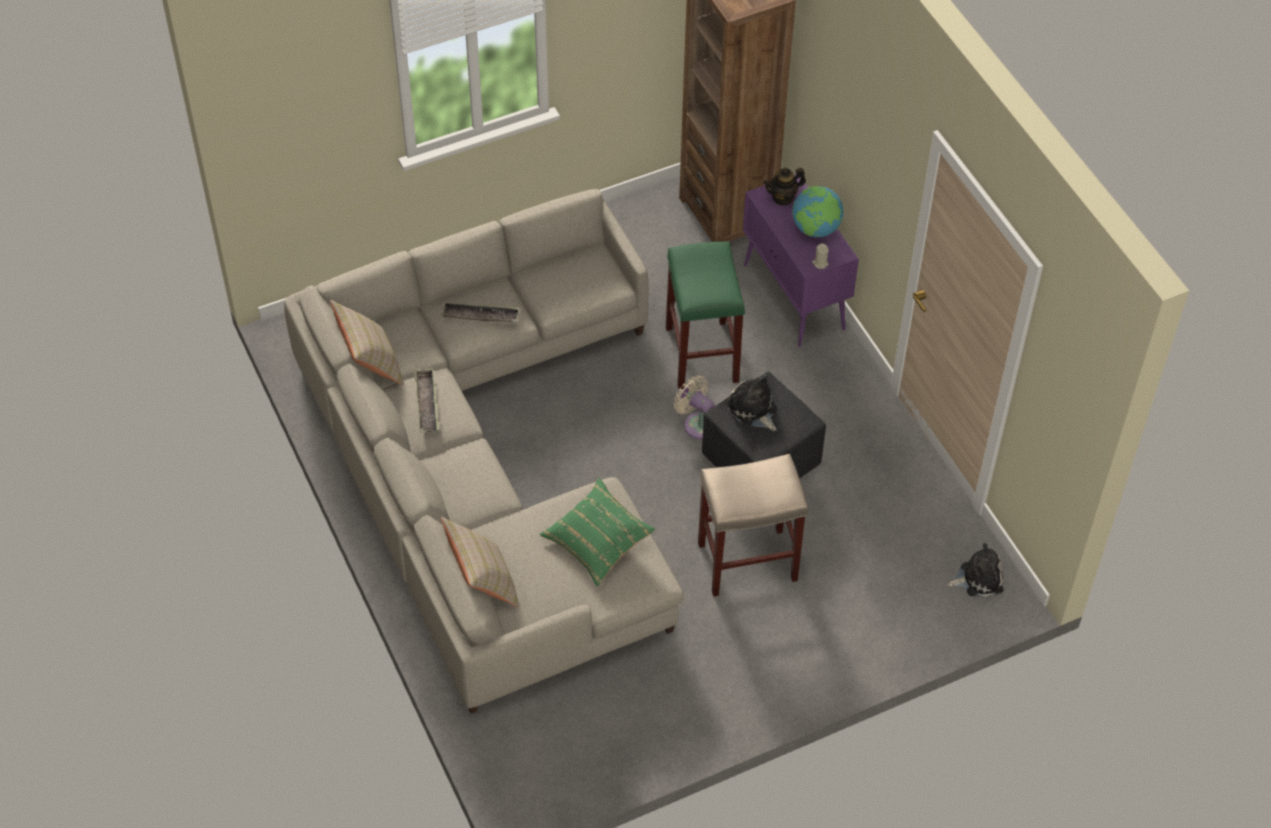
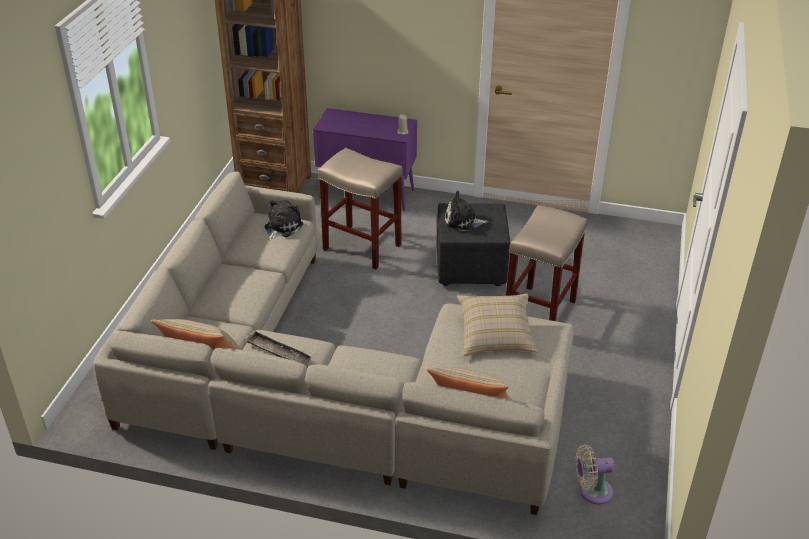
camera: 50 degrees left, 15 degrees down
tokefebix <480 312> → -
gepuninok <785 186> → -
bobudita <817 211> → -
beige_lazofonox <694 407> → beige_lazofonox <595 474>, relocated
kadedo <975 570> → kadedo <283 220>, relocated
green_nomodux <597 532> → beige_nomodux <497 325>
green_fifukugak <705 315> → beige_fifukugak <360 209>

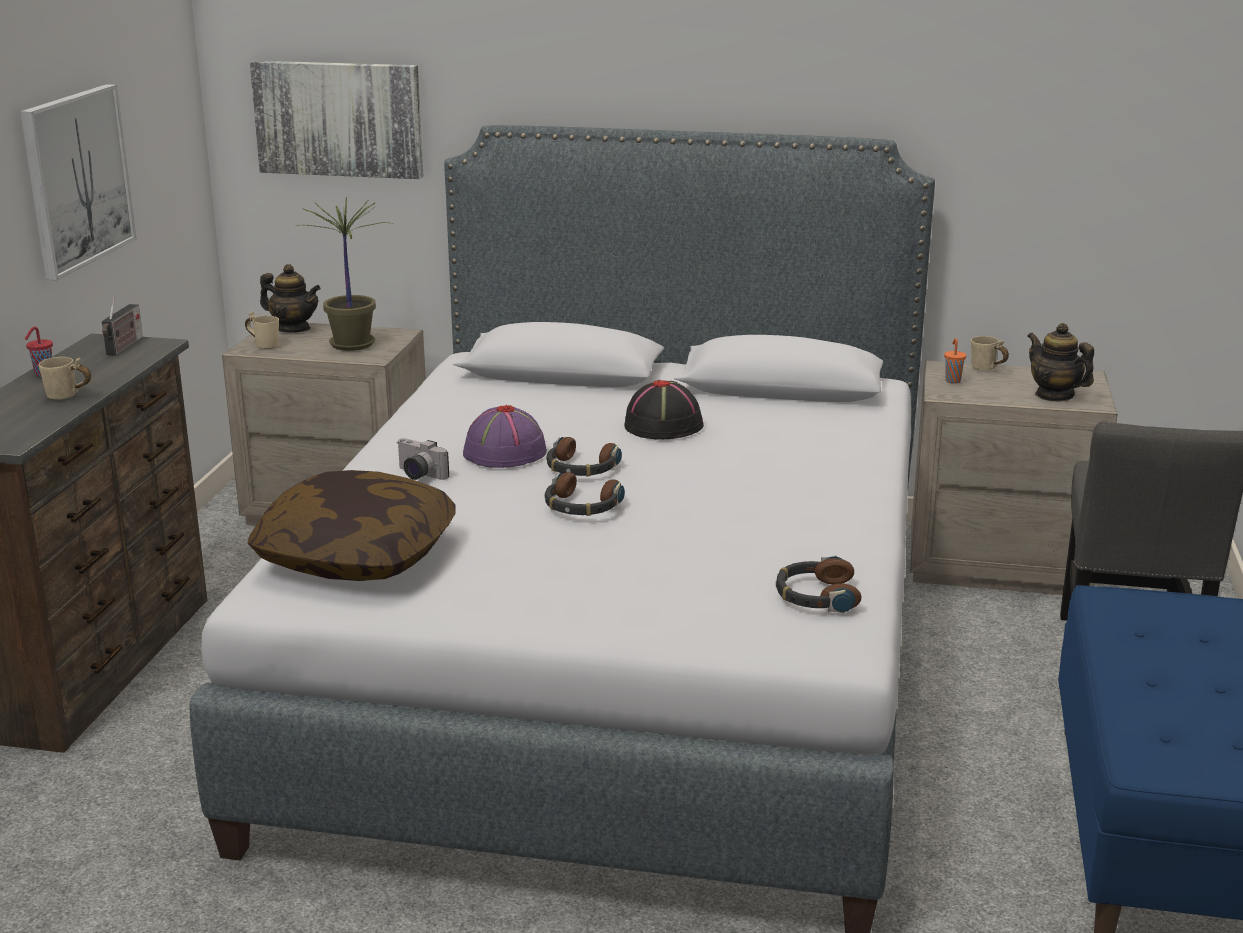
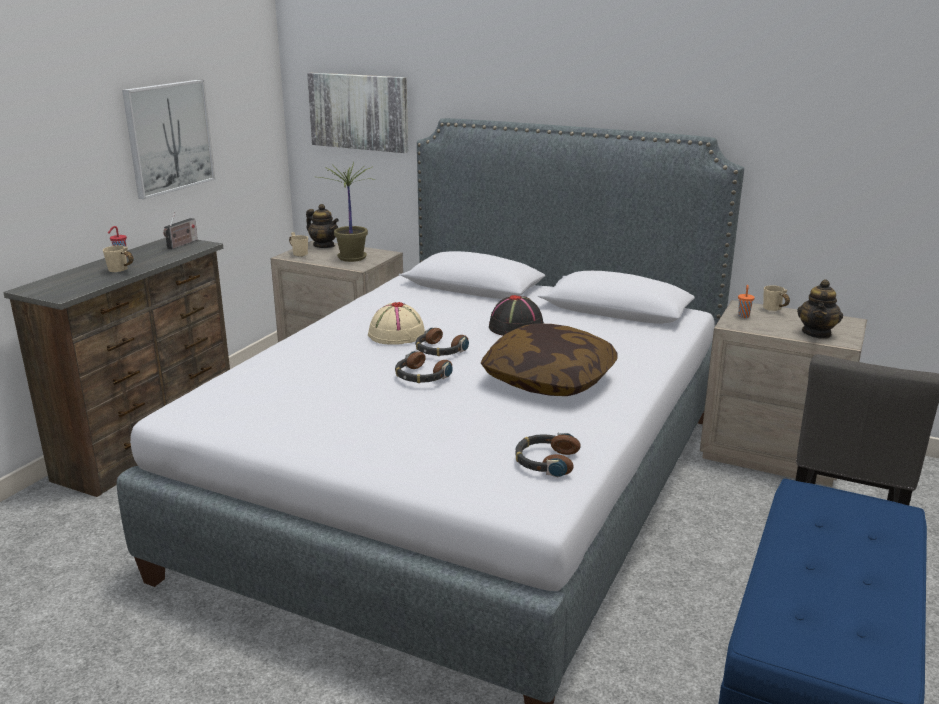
camera: 15 degrees right, 0 degrees up
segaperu <423 459> → -
nomodux <352 525> → nomodux <549 359>, relocated
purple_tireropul <505 436> → beige_tireropul <396 323>
gepuninok <1060 362> → gepuninok <820 309>, 135 degrees counterclockwise

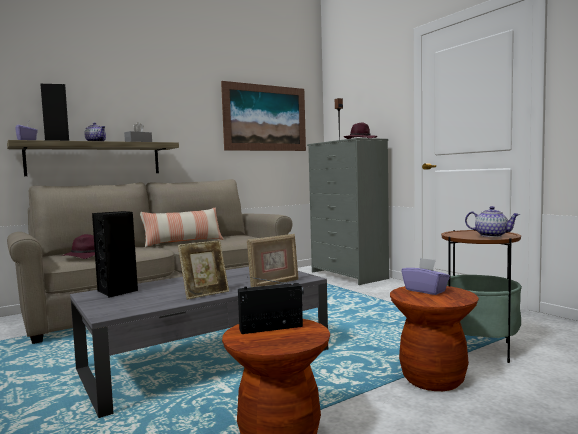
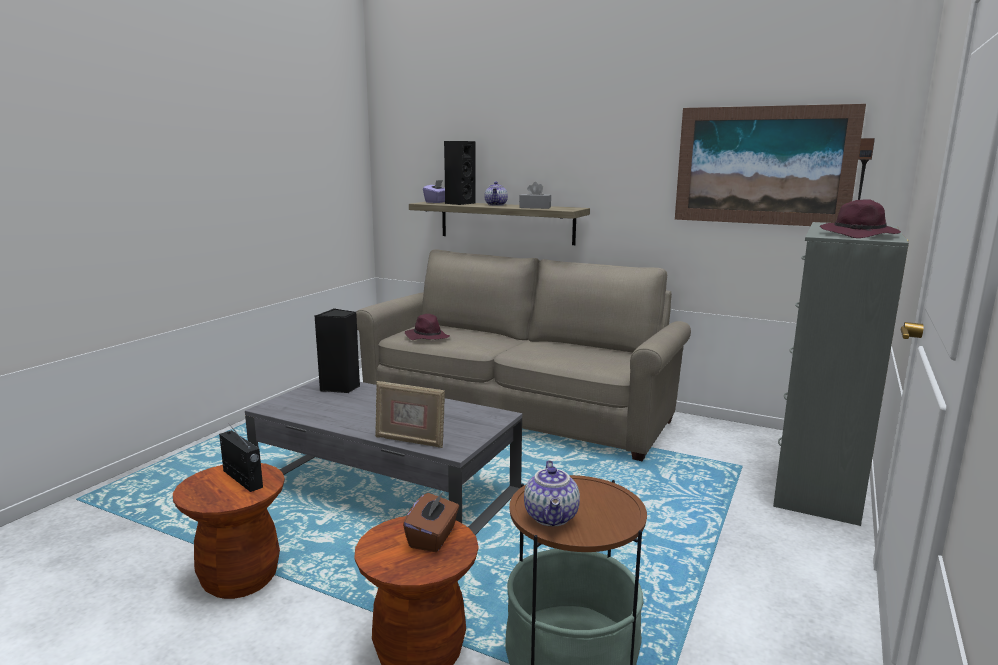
camera: 60 degrees right, 10 degrees up
nomodux <181 227> → -
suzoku <203 270> → -
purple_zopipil <425 276> → brown_zopipil <431 522>

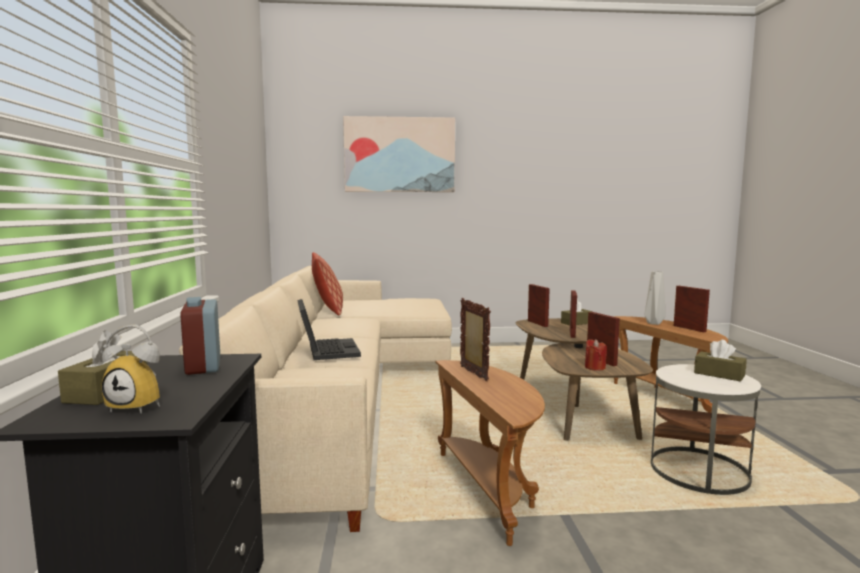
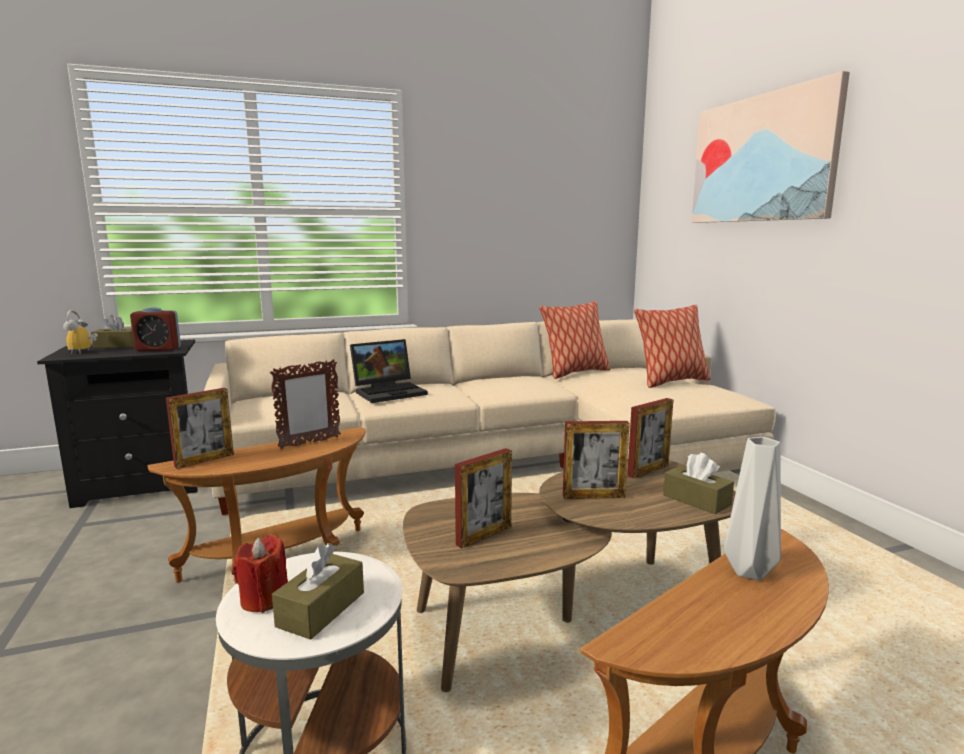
camera: 75 degrees right, 5 degrees up
- → nomodux <672 346>
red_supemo <596 355> → red_supemo <260 574>, relocated
suzoku <692 309> → suzoku <200 428>, relocated
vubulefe <200 336> → vubulefe <155 329>, 150 degrees counterclockwise

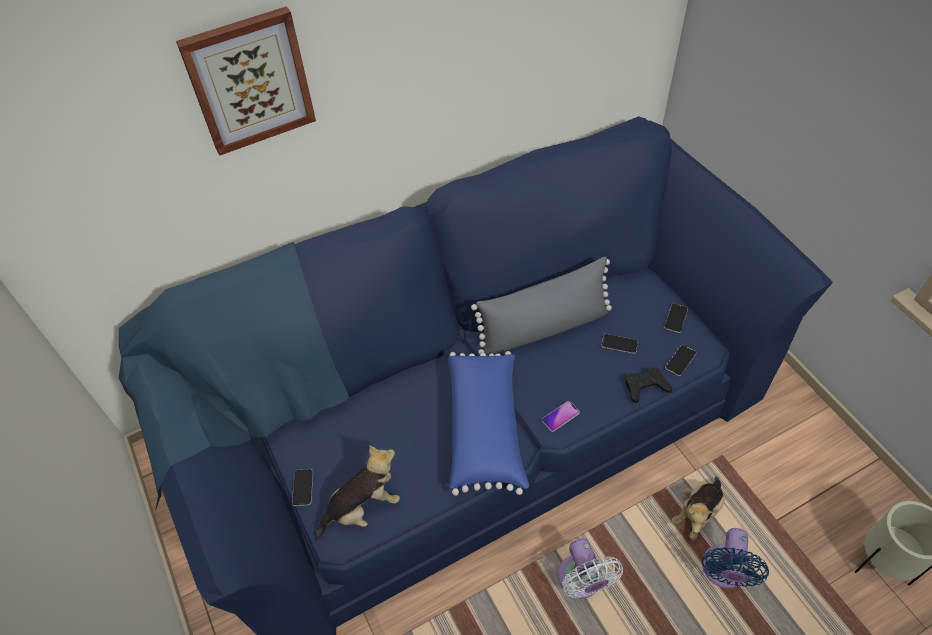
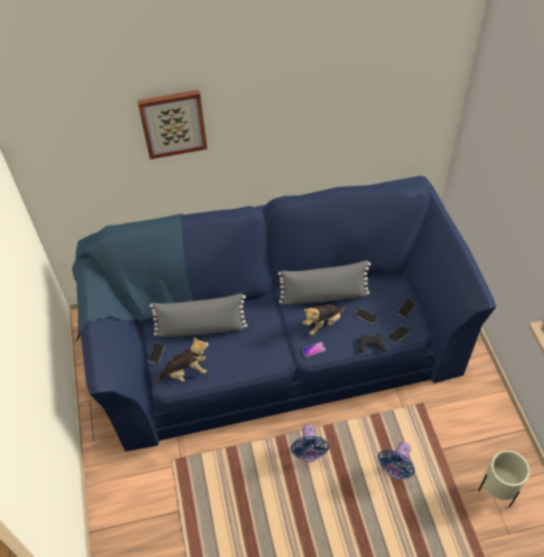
camera: 15 degrees right, 0 degrees up
blue_nomodux <488 423> → -
- → grey_nomodux <198 315>
kadedo <698 508> → kadedo <324 320>, relocated
white_lazofonox <590 568> → blue_lazofonox <309 443>

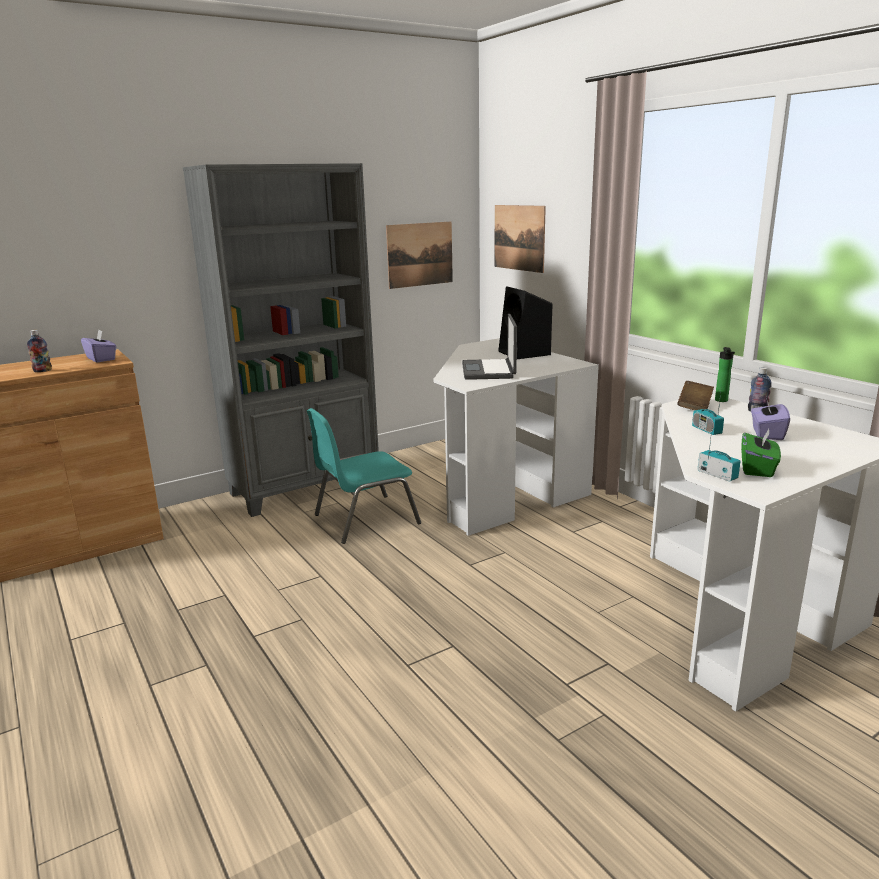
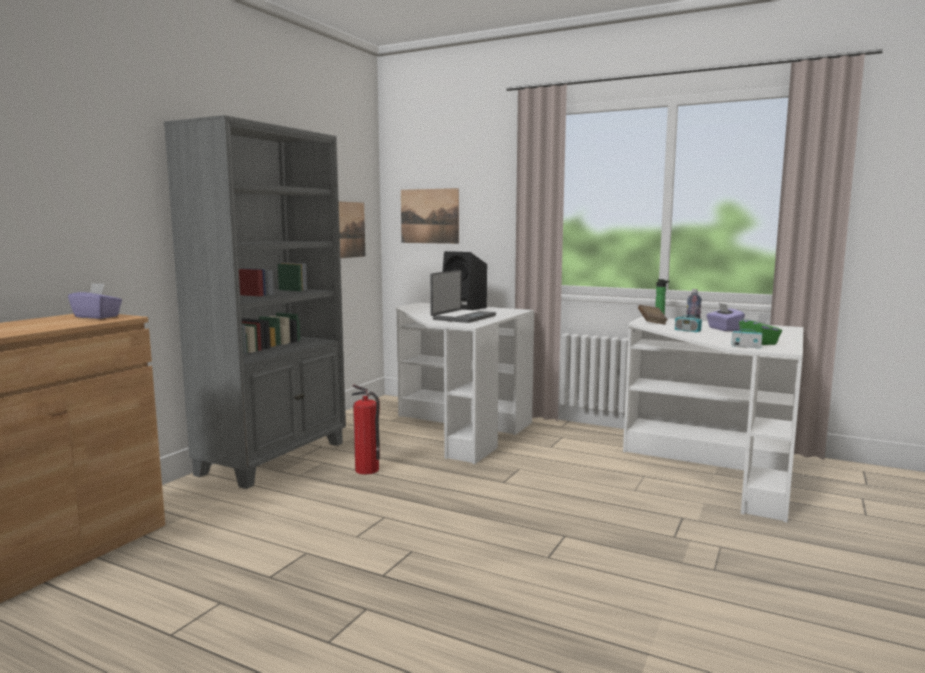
camera: 30 degrees left, 10 degrees down
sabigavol <39 351> → -
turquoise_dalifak <364 476> → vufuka <366 430>
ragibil <489 347> → ragibil <463 296>, 120 degrees counterclockwise

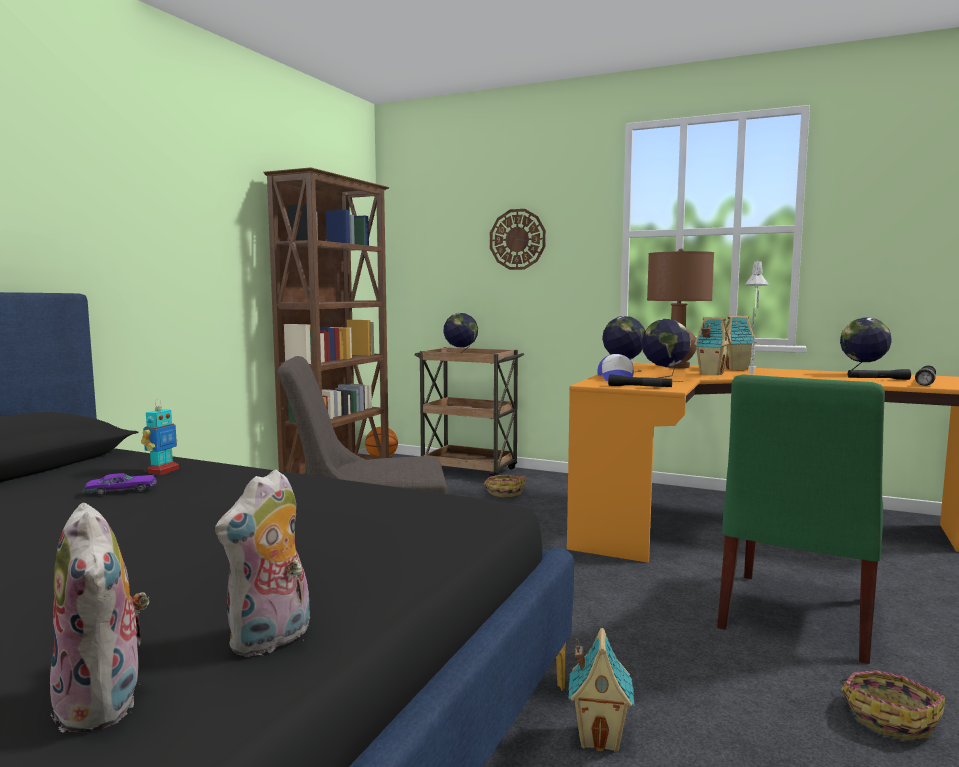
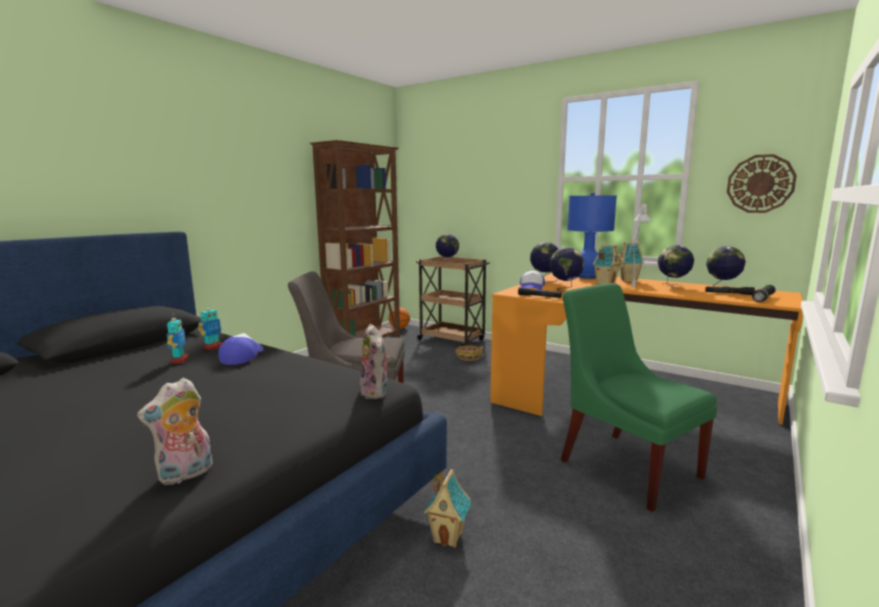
camera: 10 degrees right, 5 degrees up
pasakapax <892 705> → -
- → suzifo <240 349>
- → bobudita <676 266>
kadedo <99 618> → kadedo <375 361>, relocated
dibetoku <518 239> → dibetoku <762 183>, relocated
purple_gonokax <120 484> → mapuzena <178 338>
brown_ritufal <680 308> → blue_ritufal <592 235>
green_dalifak <801 519> → green_dalifak <638 397>, 105 degrees clockwise

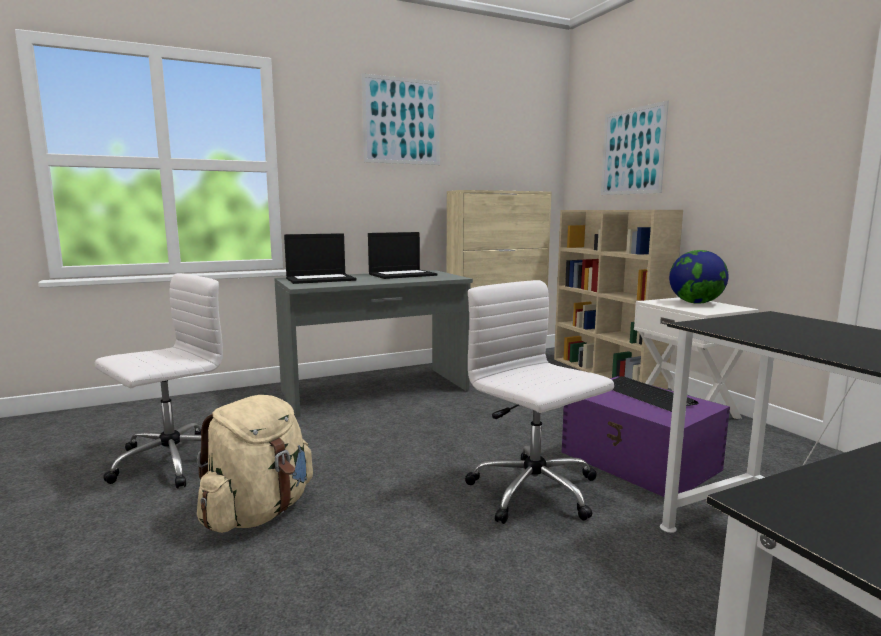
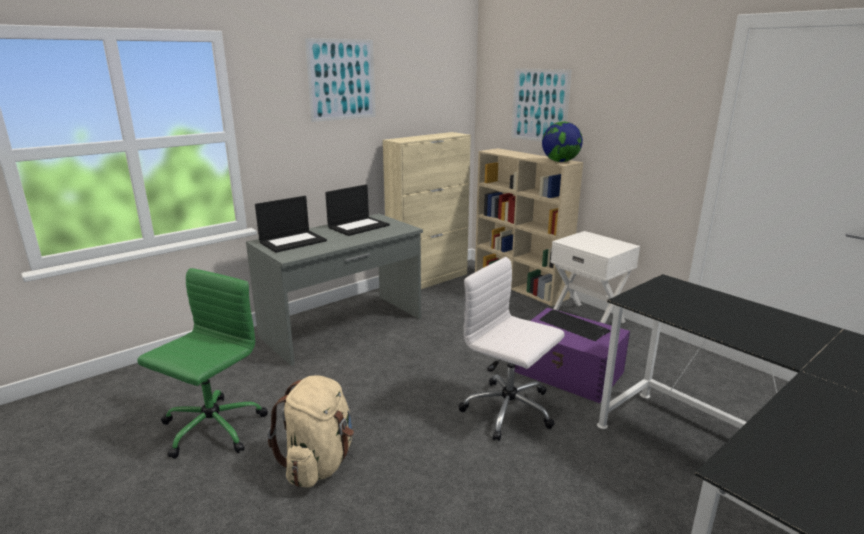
camera: 15 degrees left, 10 degrees up
bobudita <699 277> → bobudita <562 142>, relocated
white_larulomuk <159 381> → green_larulomuk <202 363>

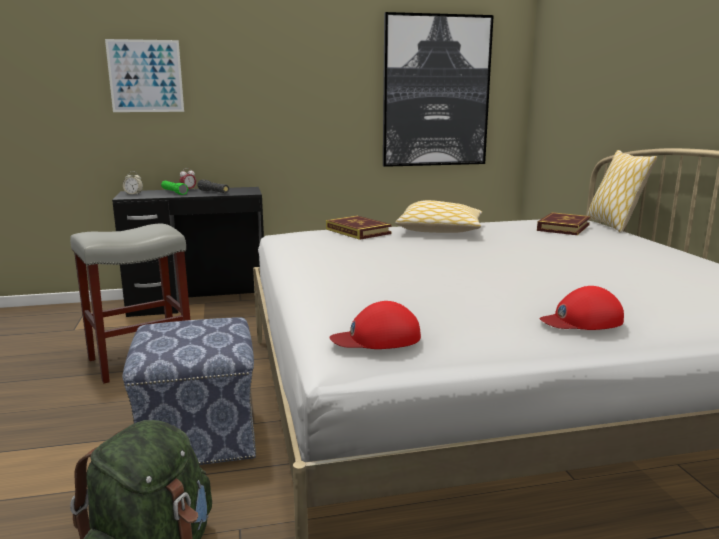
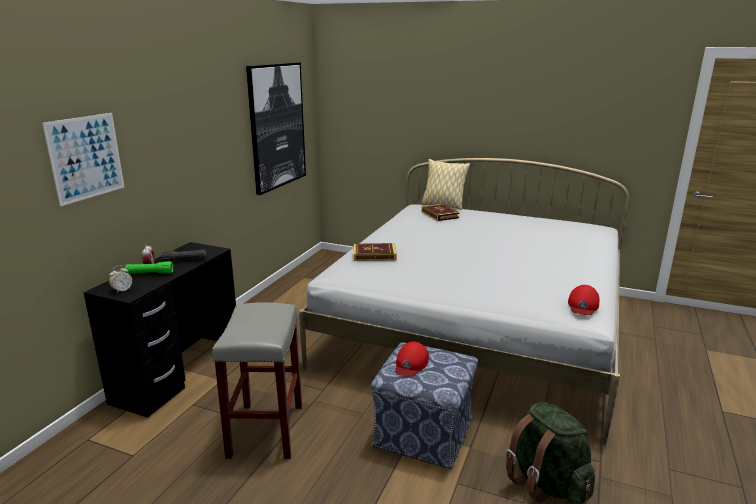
camera: 55 degrees left, 5 degrees up
nomodux <438 216> → -
red_suzifo <582 308> → red_suzifo <412 359>, relocated

